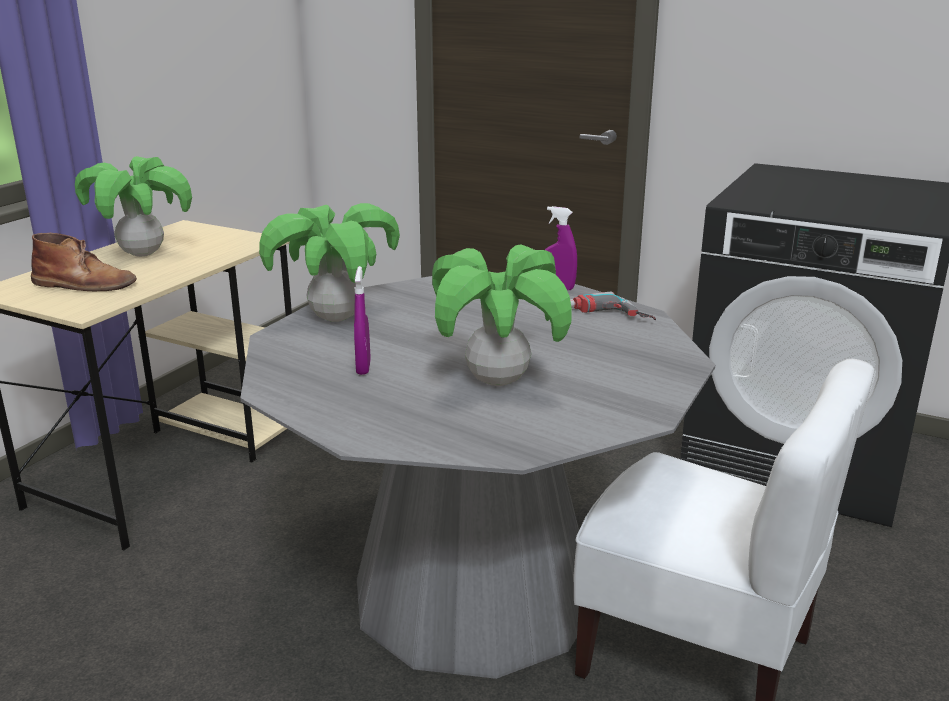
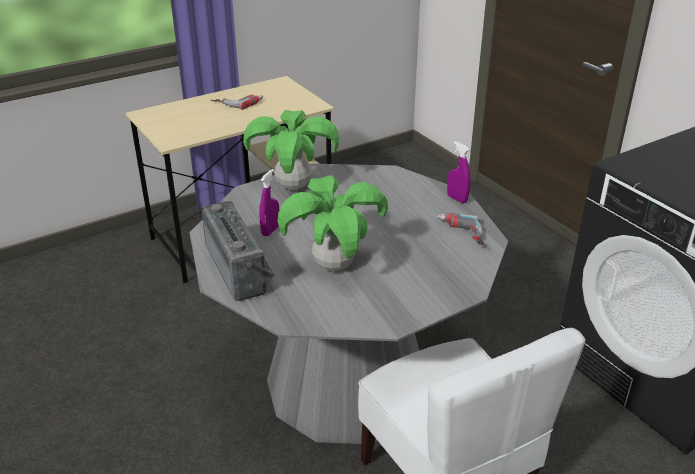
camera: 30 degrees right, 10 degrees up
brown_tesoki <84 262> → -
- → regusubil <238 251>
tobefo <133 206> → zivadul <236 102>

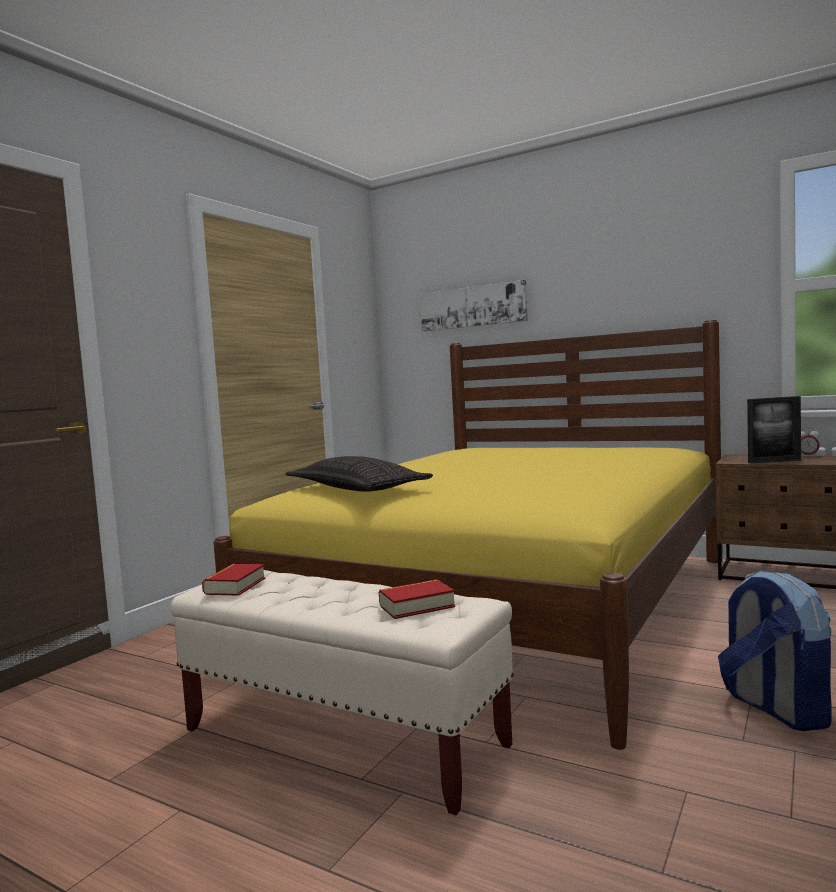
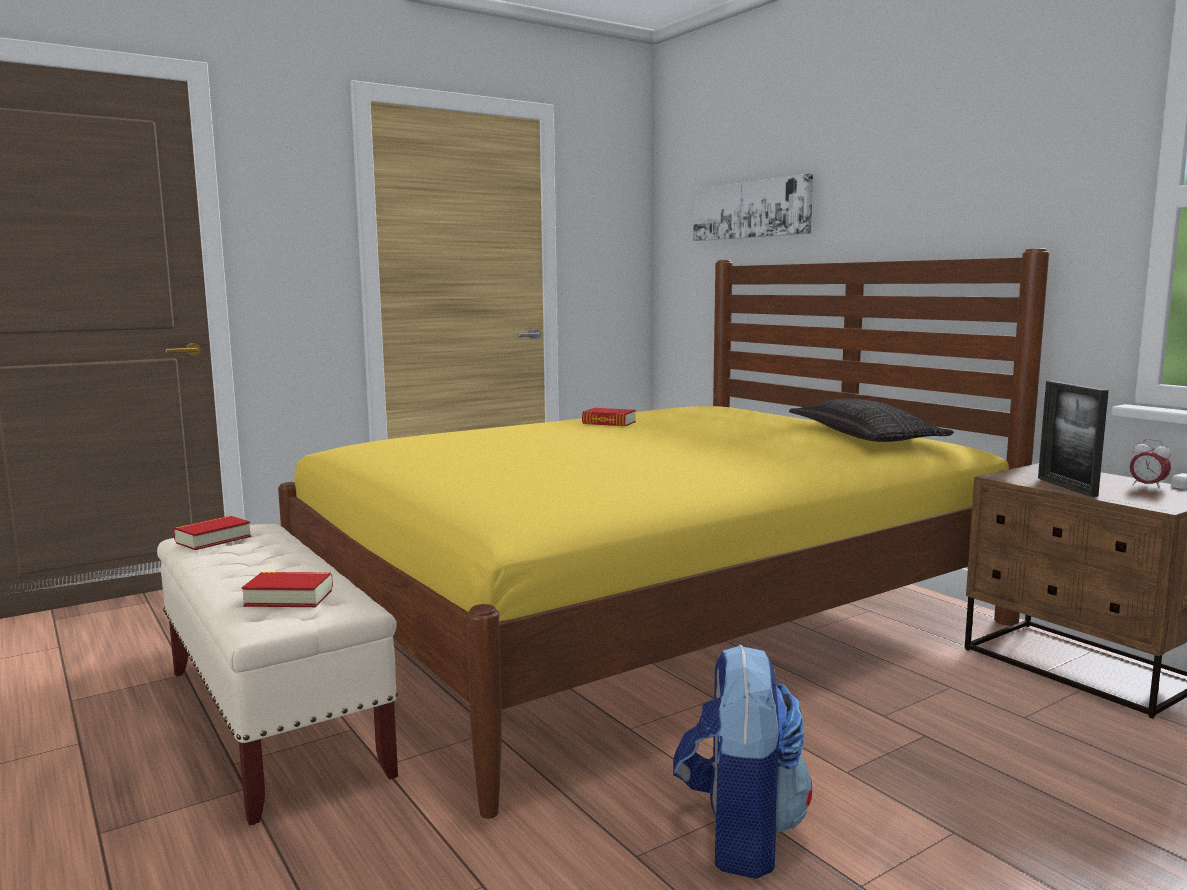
camera: 25 degrees right, 5 degrees up
- → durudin <609 417>
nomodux <359 473> → nomodux <871 420>, relocated
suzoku <774 429> → suzoku <1073 439>, 60 degrees clockwise

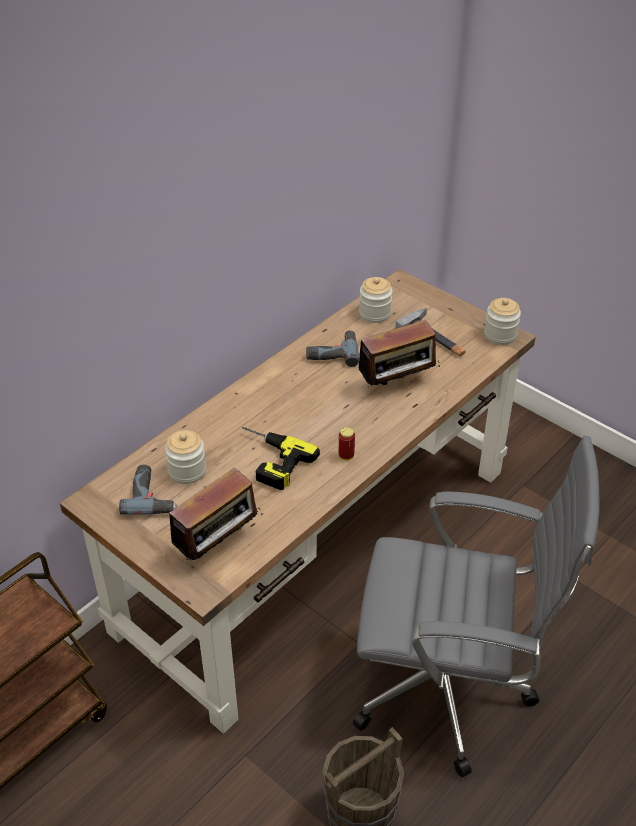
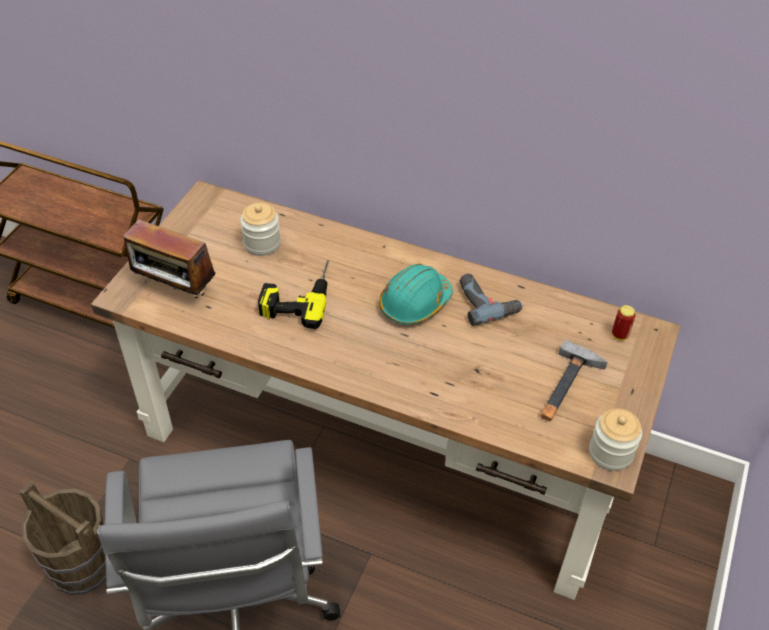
camera: 70 degrees right, 5 degrees up
zivadul <148 490> → -
regusubil <399 353> → -
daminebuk <376 300> → -
- → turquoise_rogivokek <416 294>
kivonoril <347 444> → kivonoril <624 322>, relocated

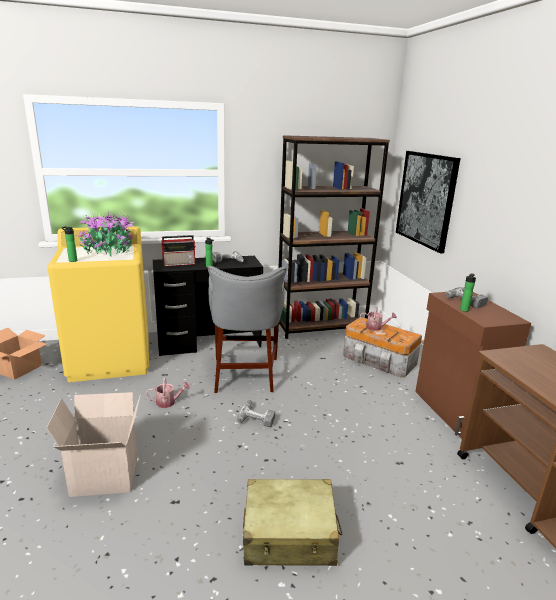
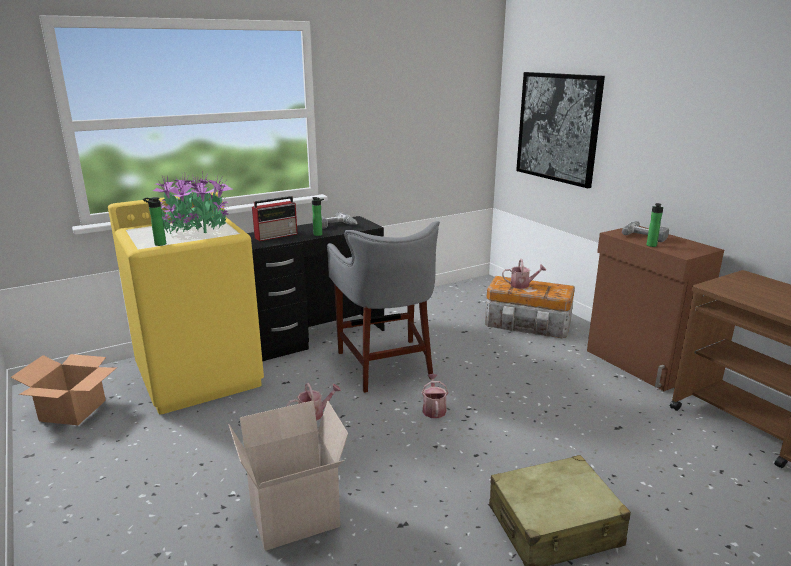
camera: 15 degrees left, 0 degrees up
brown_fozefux <334 237> → -
zivadul <256 413> → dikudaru <435 396>

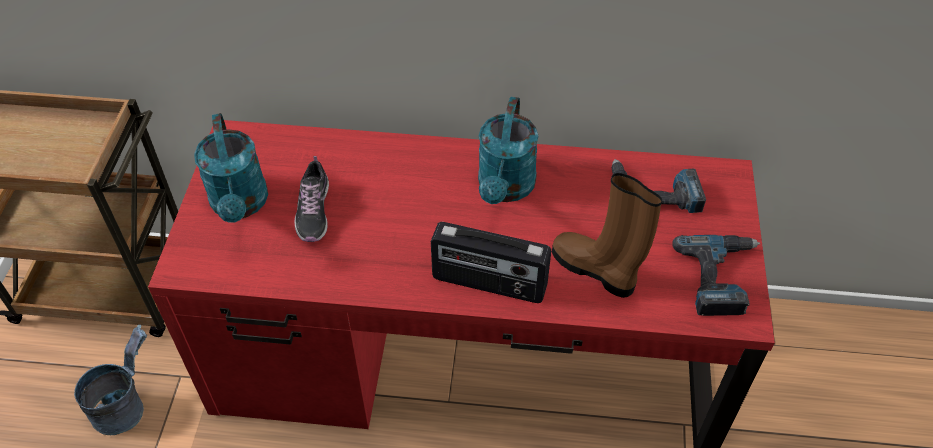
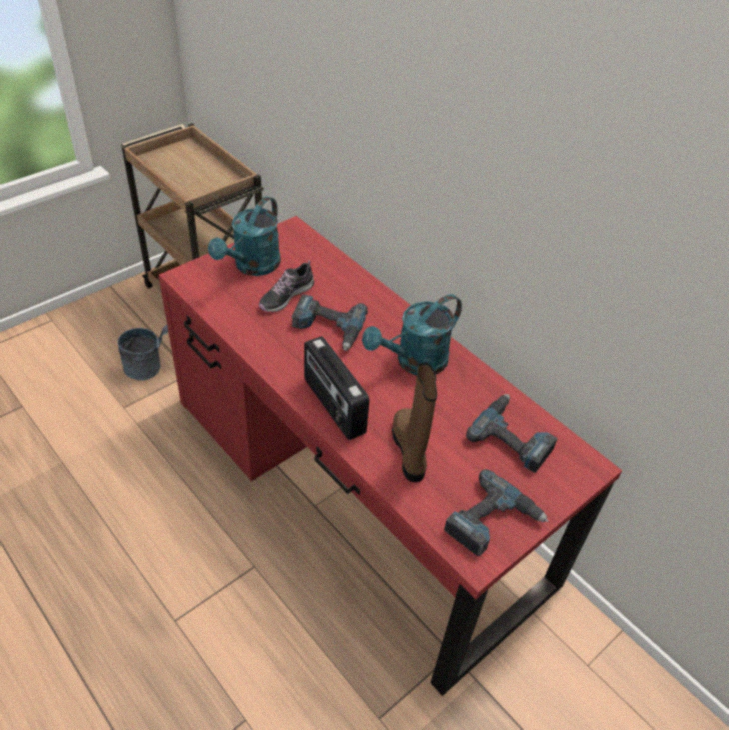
camera: 40 degrees right, 5 degrees down
- → zivadul <330 322>

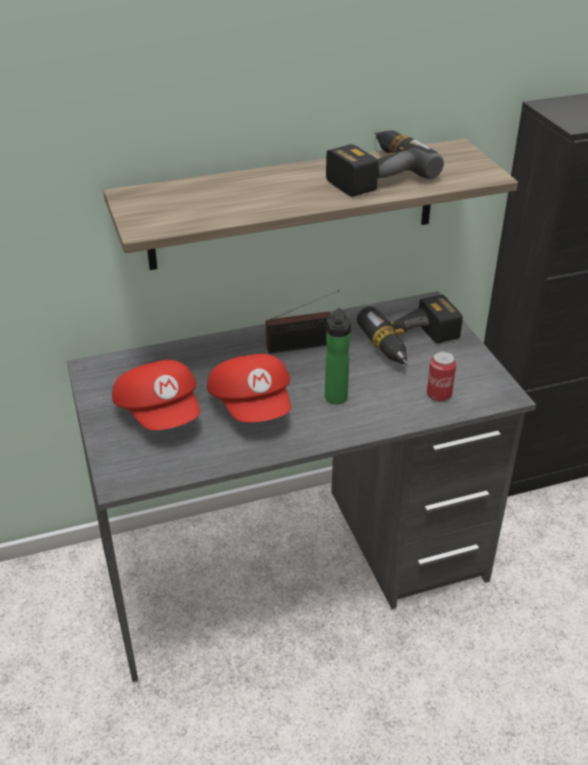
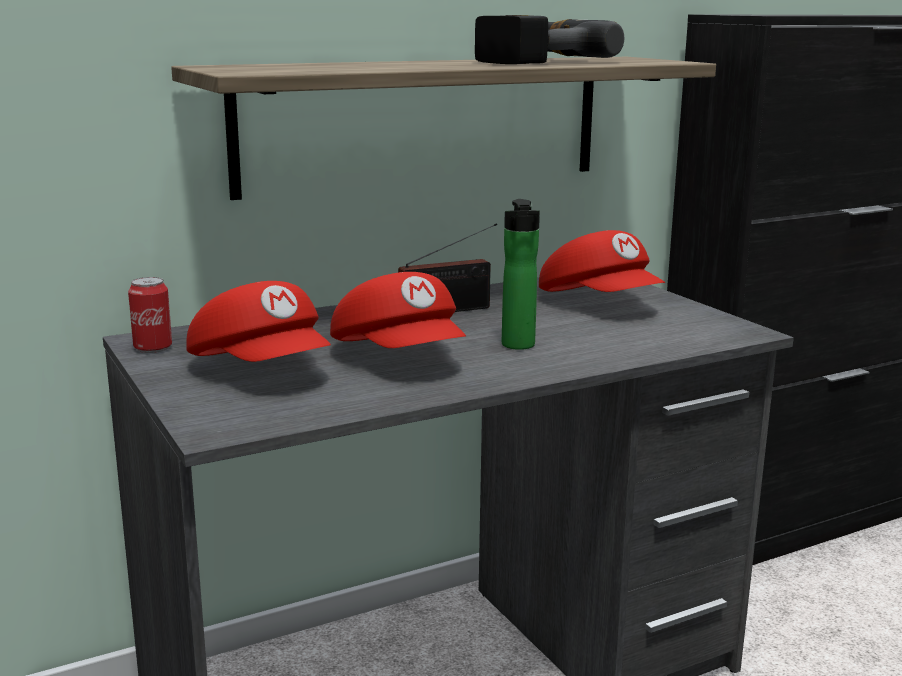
camera: 10 degrees left, 20 degrees down
kivonoril <441 376> → kivonoril <150 315>, relocated
zivadul <410 329> → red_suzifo <602 261>

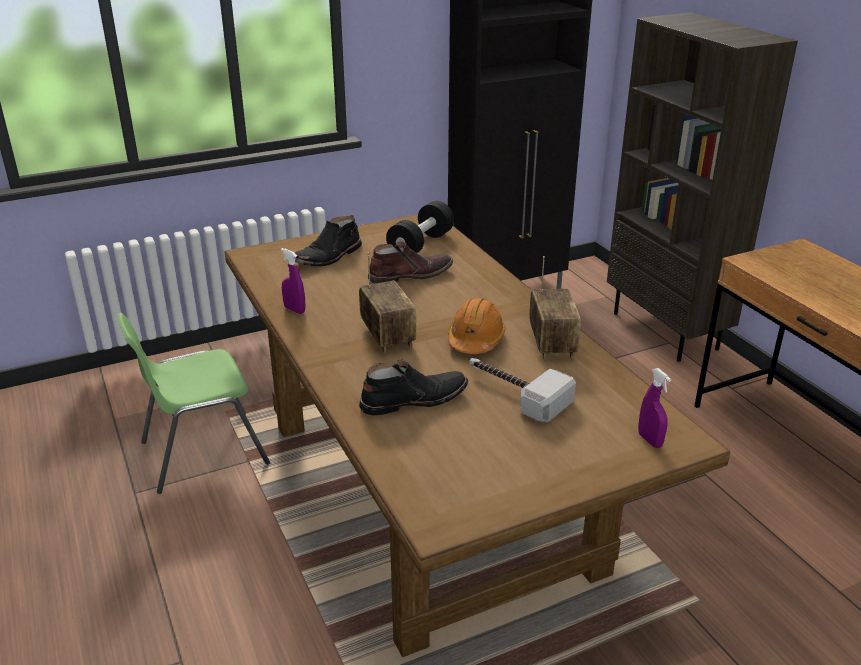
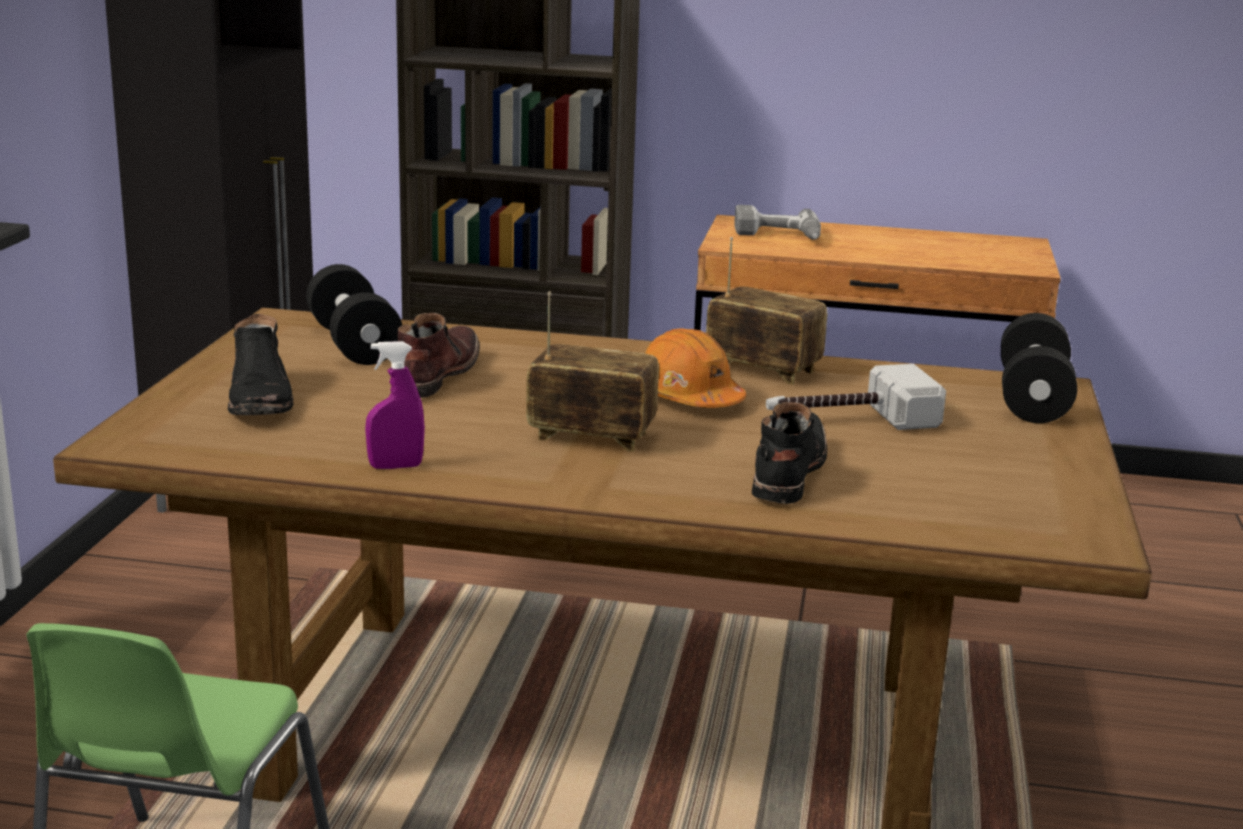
camera: 55 degrees left, 10 degrees down
- → zivadul <778 222>
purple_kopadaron <654 408> → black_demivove <1039 368>

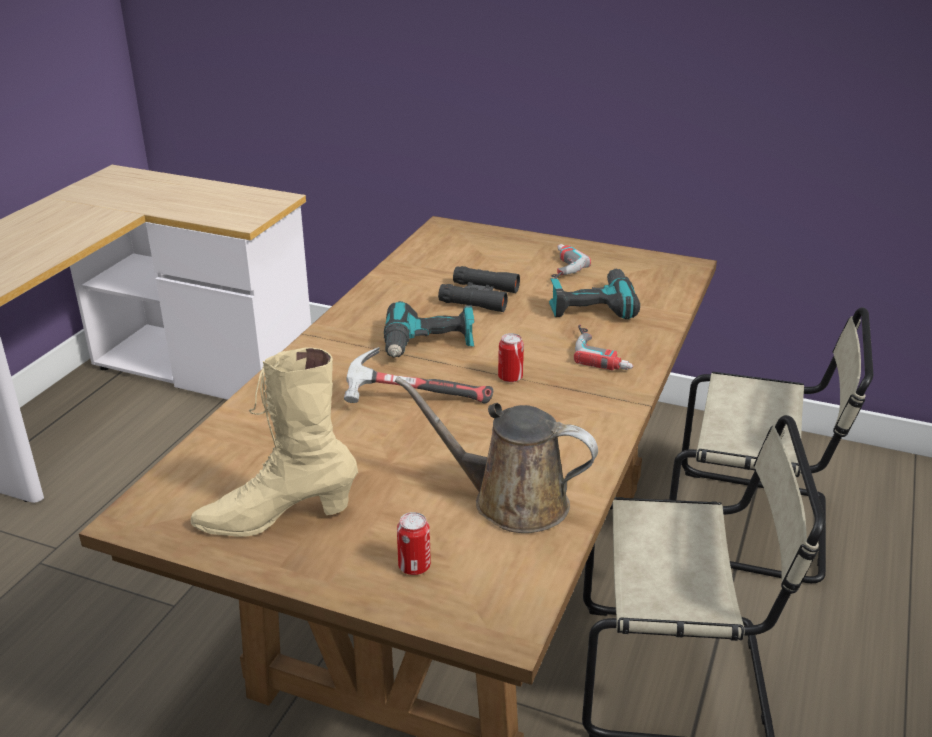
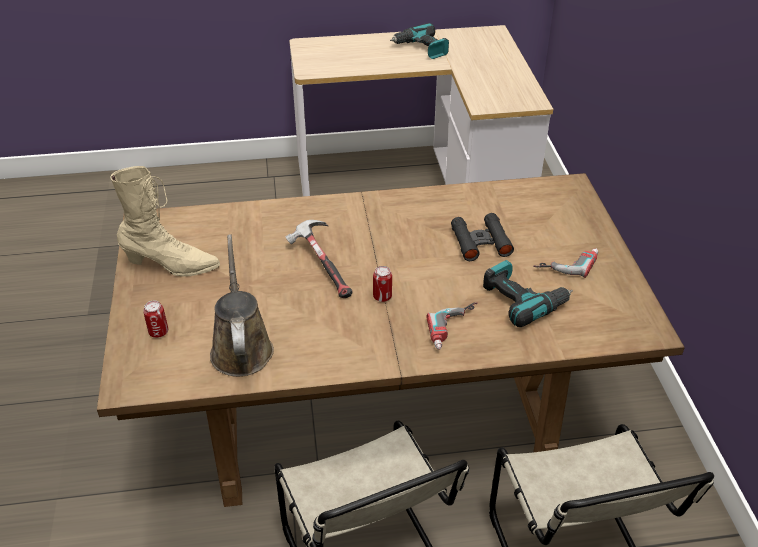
camera: 60 degrees right, 10 degrees up
zivadul <429 329> → zivadul <419 41>, relocated
beige_tesoki <274 442> → beige_tesoki <165 221>, 135 degrees clockwise

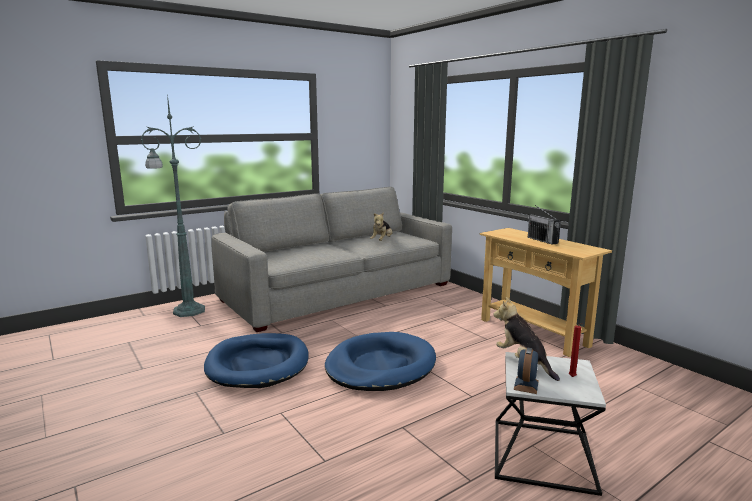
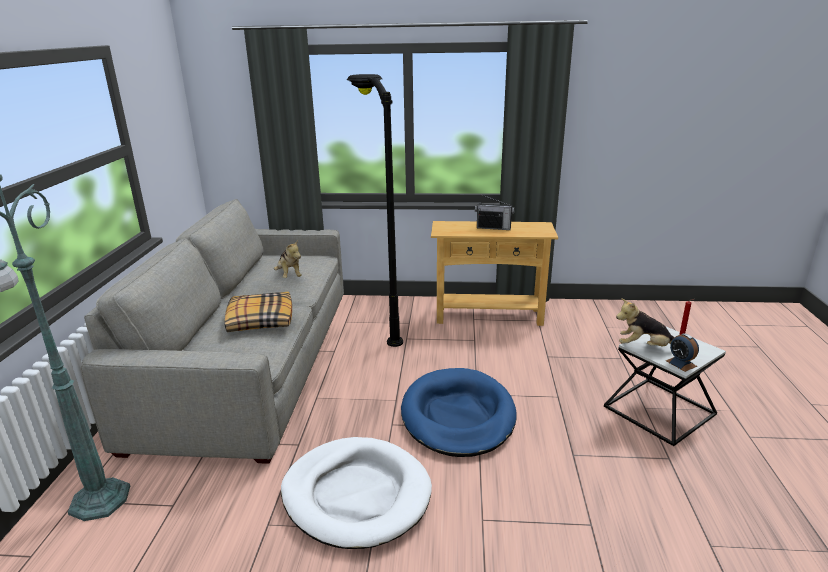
camera: 50 degrees left, 10 degrees up
- → nomodux <258 312>
- → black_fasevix <375 210>
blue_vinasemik <256 360> → white_vinasemik <356 493>

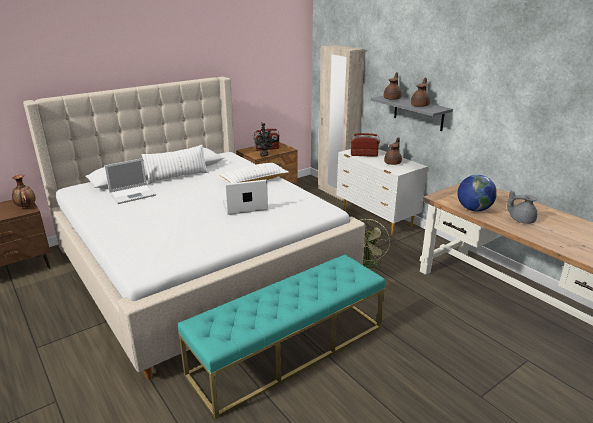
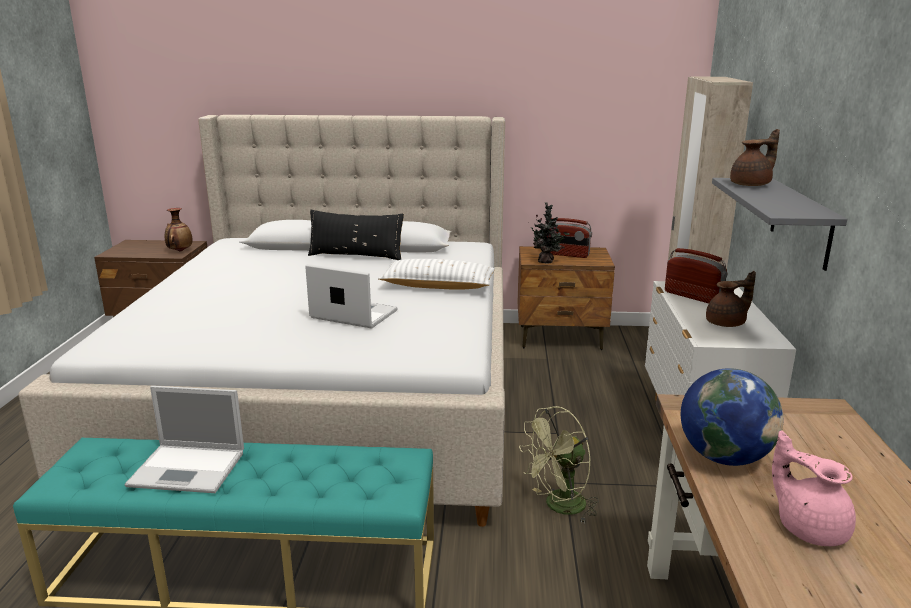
camera: 40 degrees right, 5 degrees down
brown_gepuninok <420 92> → -
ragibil <130 181> → ragibil <184 439>, relocated
white_nomodux <175 164> → black_nomodux <356 235>
grey_gepuninok <522 207> → pink_gepuninok <814 488>

